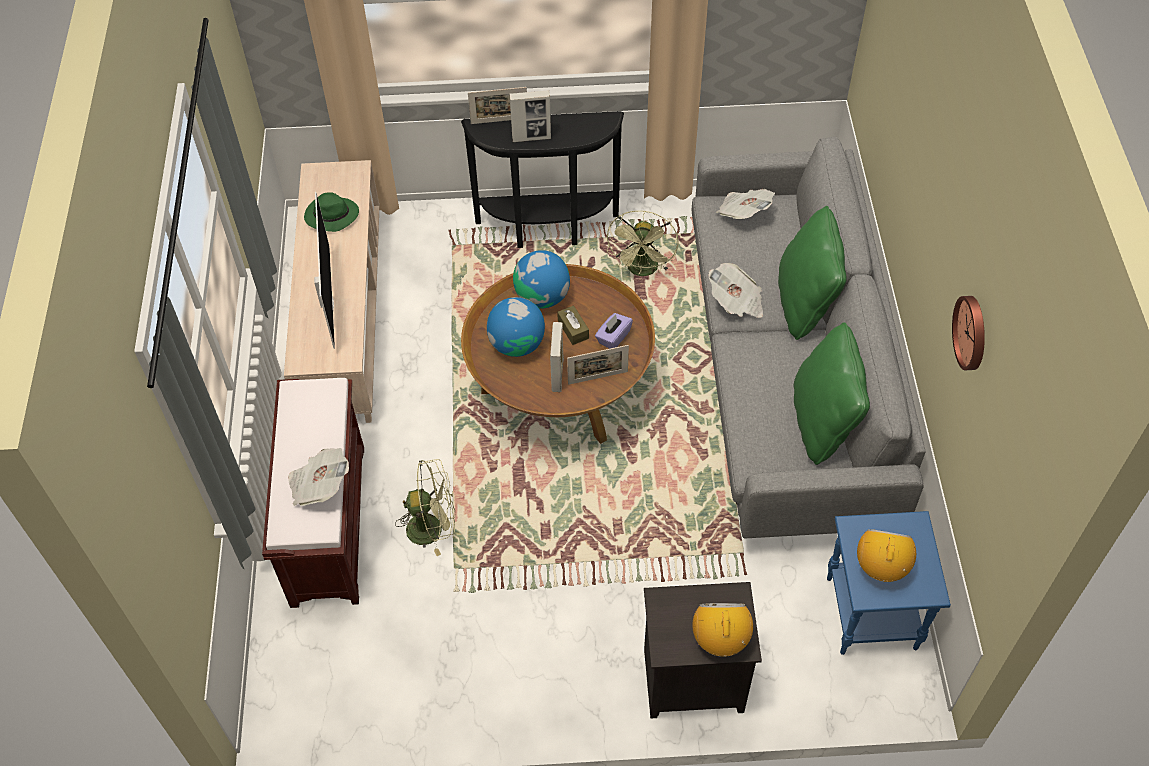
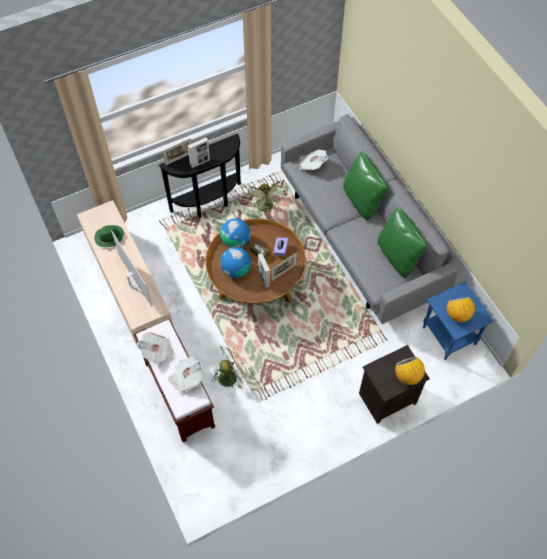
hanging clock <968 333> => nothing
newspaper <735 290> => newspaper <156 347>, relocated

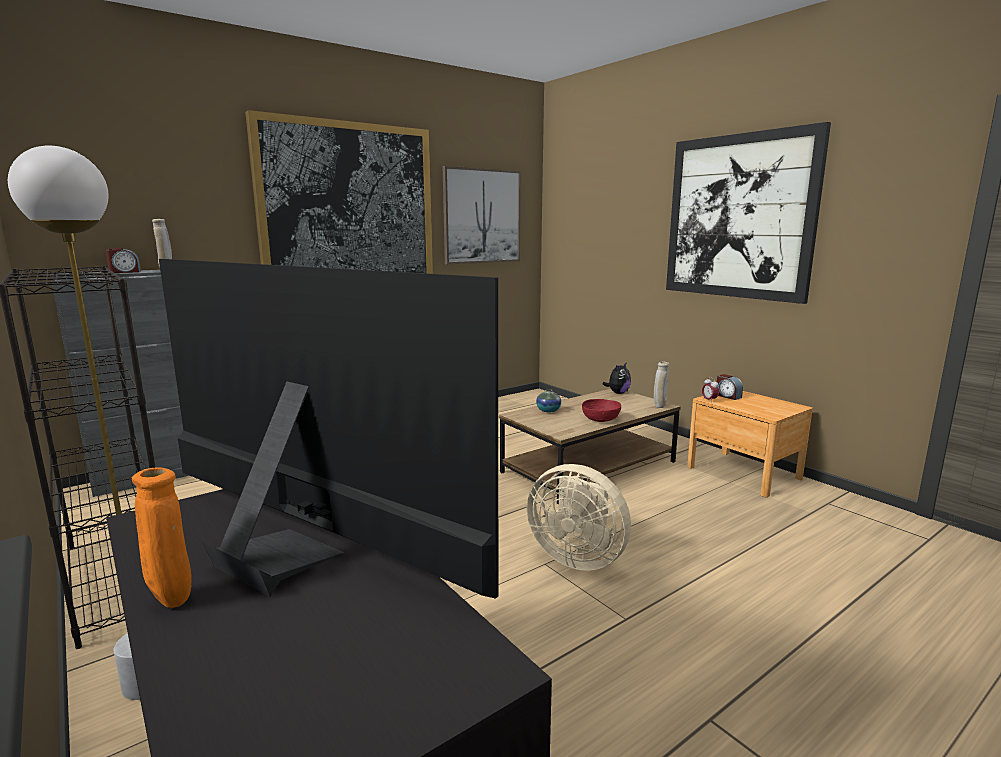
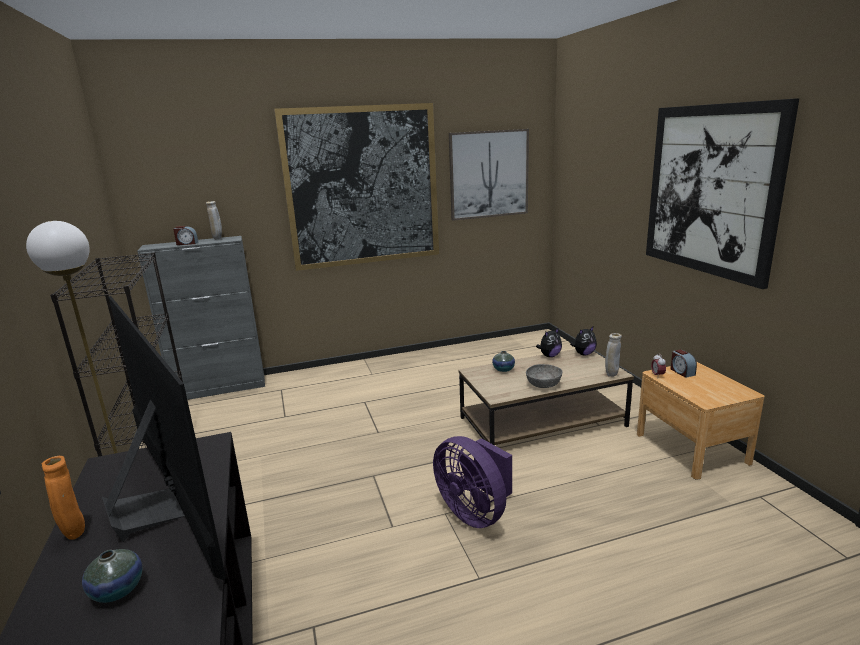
nothing => vase <112 576>
nothing => cuddly toy <549 342>
sand-coloured fan <579 517> => purplish fan <472 482>
reddish serving bowl <601 410> => gray serving bowl <544 376>

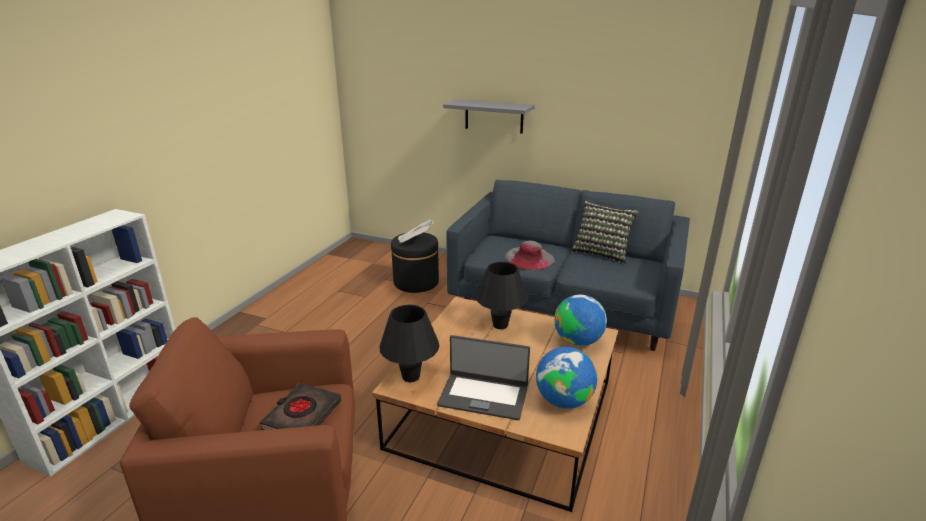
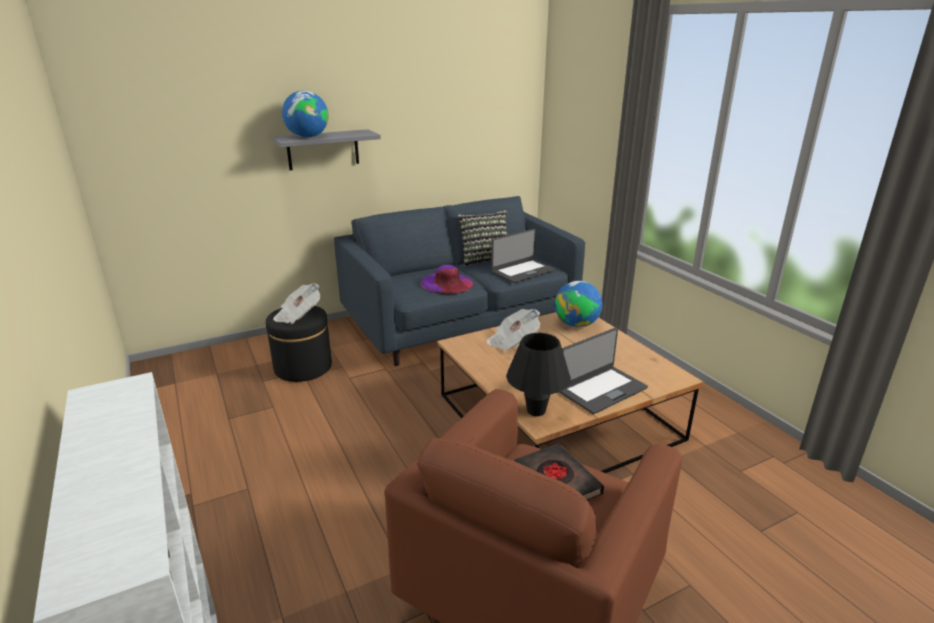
nothing => laptop <523 256>
desk globe <566 378> => desk globe <305 114>, relocated
black tabletop lamp <501 295> => newspaper <514 330>
gray hat <529 255> => purplish hat <446 279>

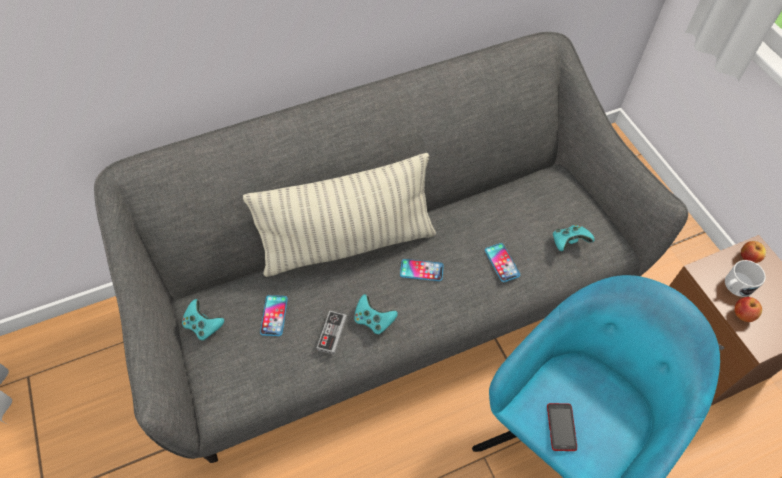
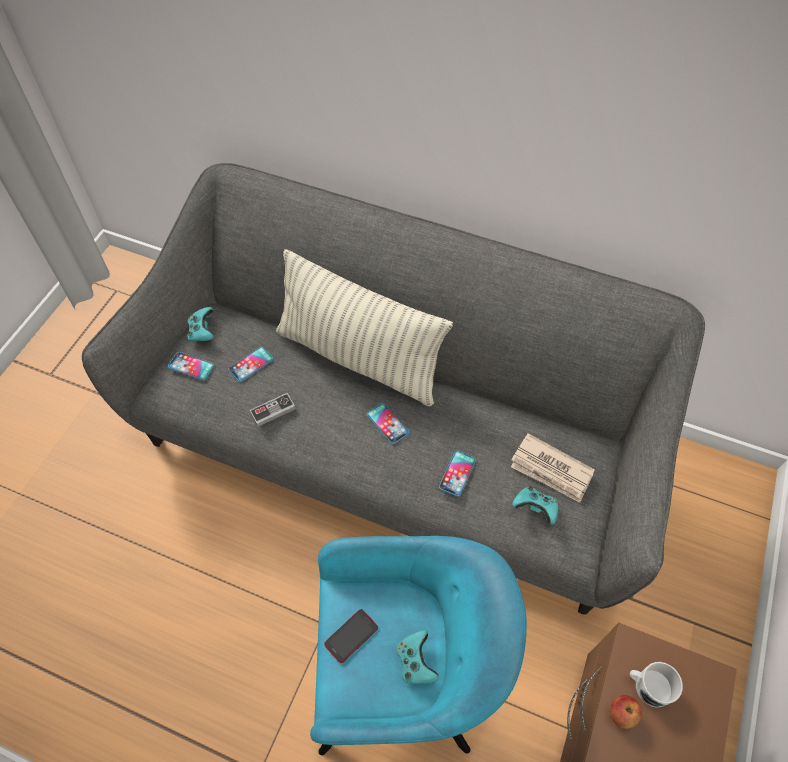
whole apple <753 252> => nothing
nothing => phone <191 366>
nothing => newspaper <553 468>
turquoise-coloured game controller <376 314> => turquoise-coloured game controller <417 657>, relocated

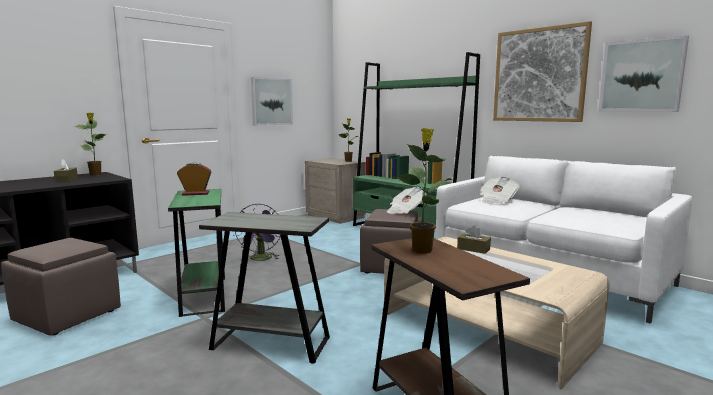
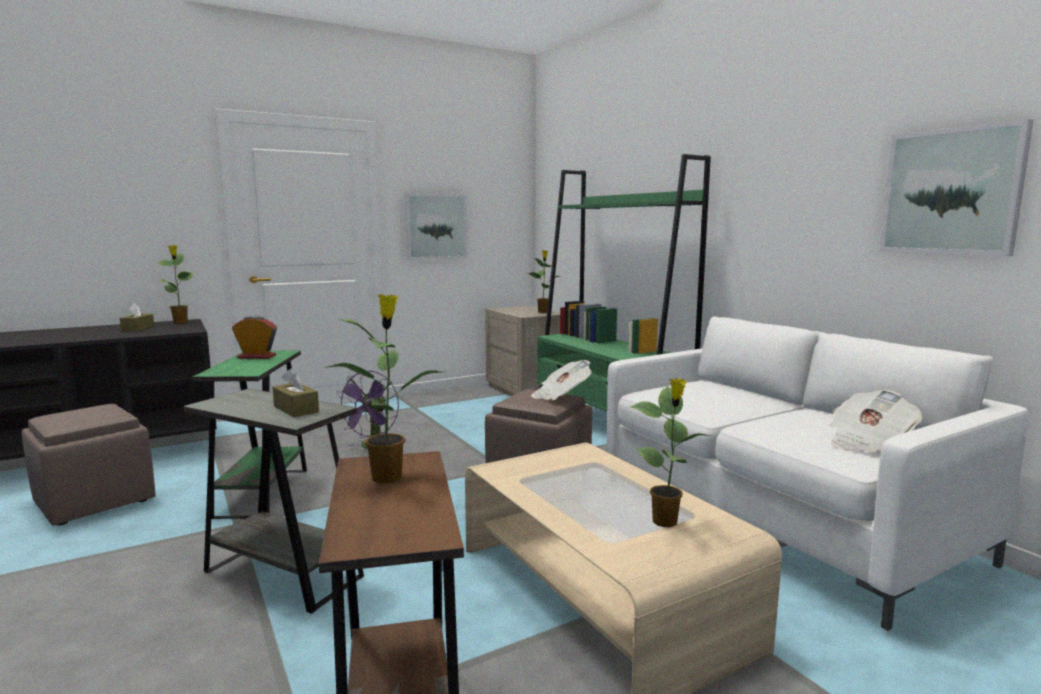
wall picture <542 71> => nothing
nothing => potted plant <670 452>
brown tissue box <474 240> => brown tissue box <295 393>, relocated
newspaper <500 190> => newspaper <875 421>, relocated

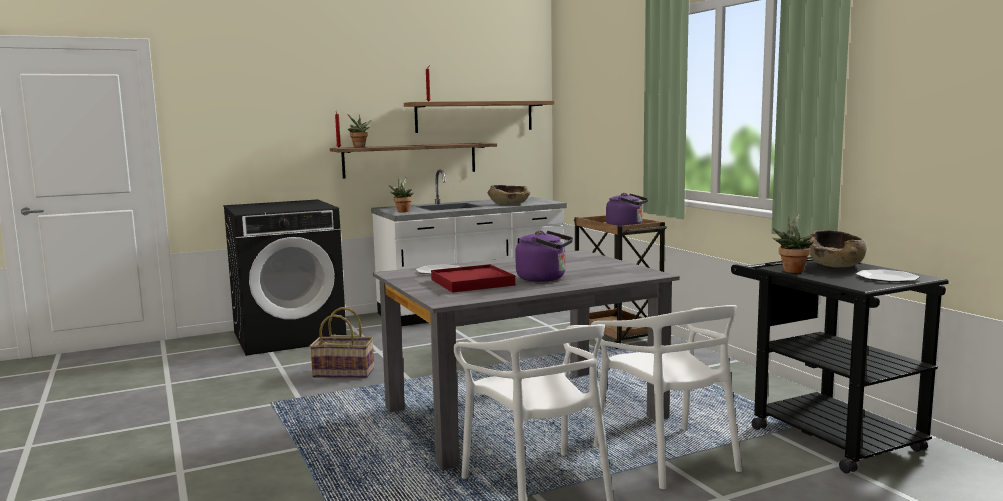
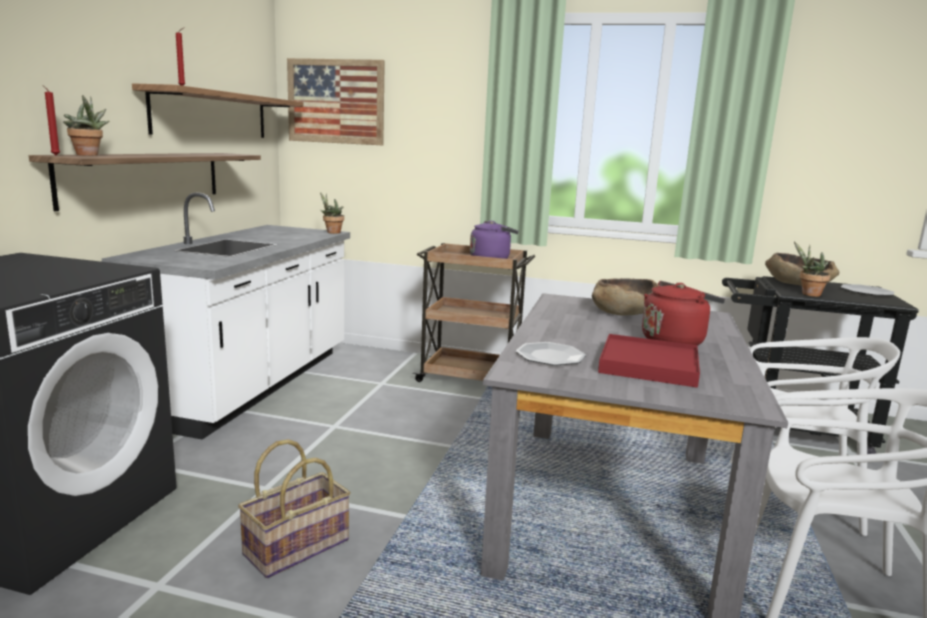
nothing => wall picture <336 101>
potted plant <401 194> => potted plant <332 213>, relocated
brown serving bowl <509 195> => brown serving bowl <625 296>, relocated
purplish water kettle <544 256> => reddish water kettle <683 313>

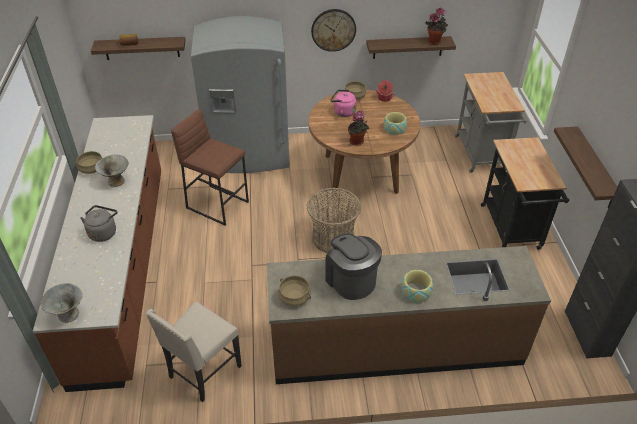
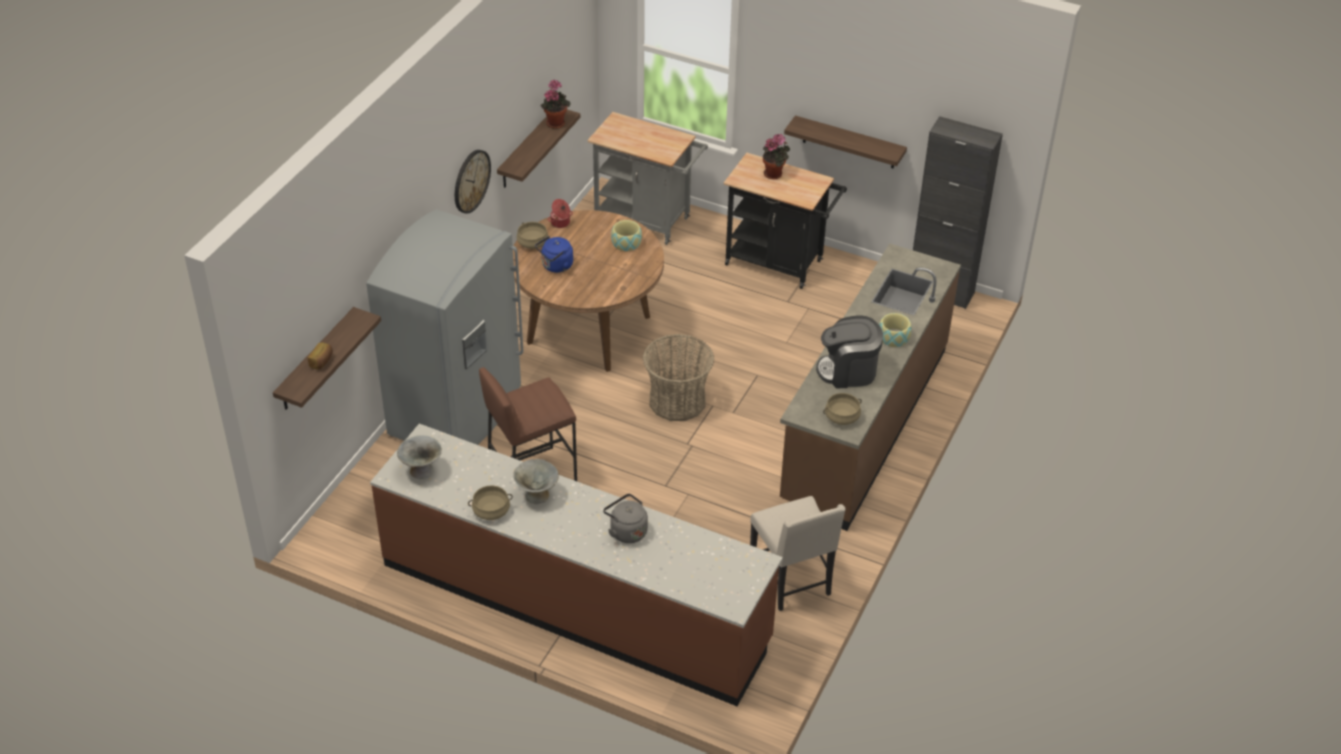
gray serving bowl <61 303> => gray serving bowl <419 457>, relocated
potted plant <358 127> => potted plant <776 156>, relocated
pink-coloured water kettle <343 103> => blue water kettle <554 254>

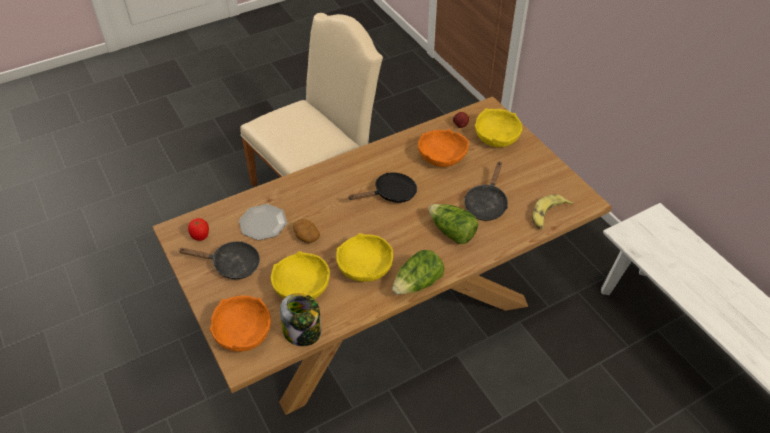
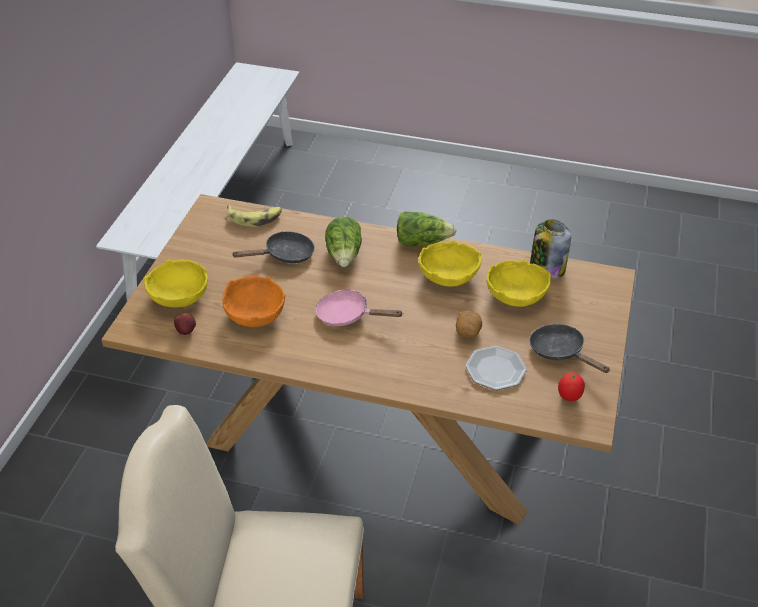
orangey serving bowl <240 323> => nothing
black pan <383 187> => pink-coloured pan <359 307>

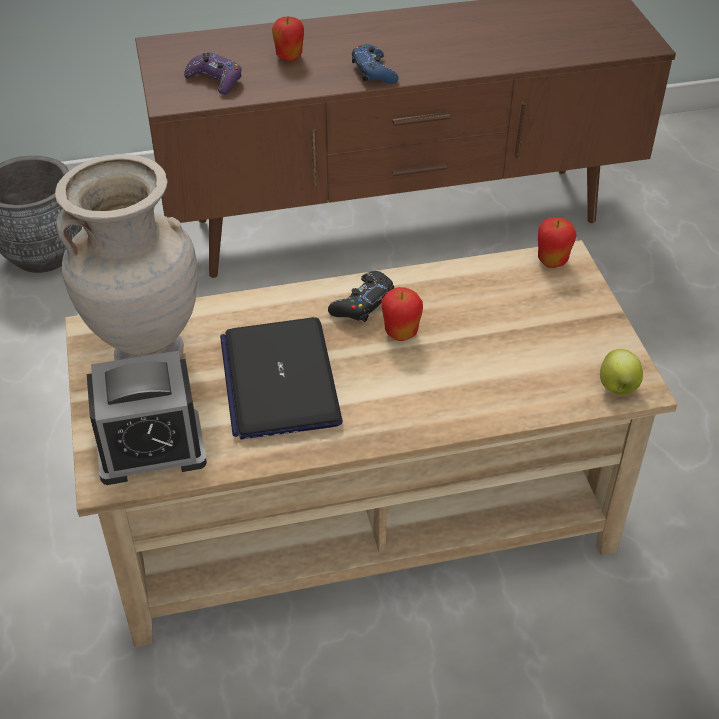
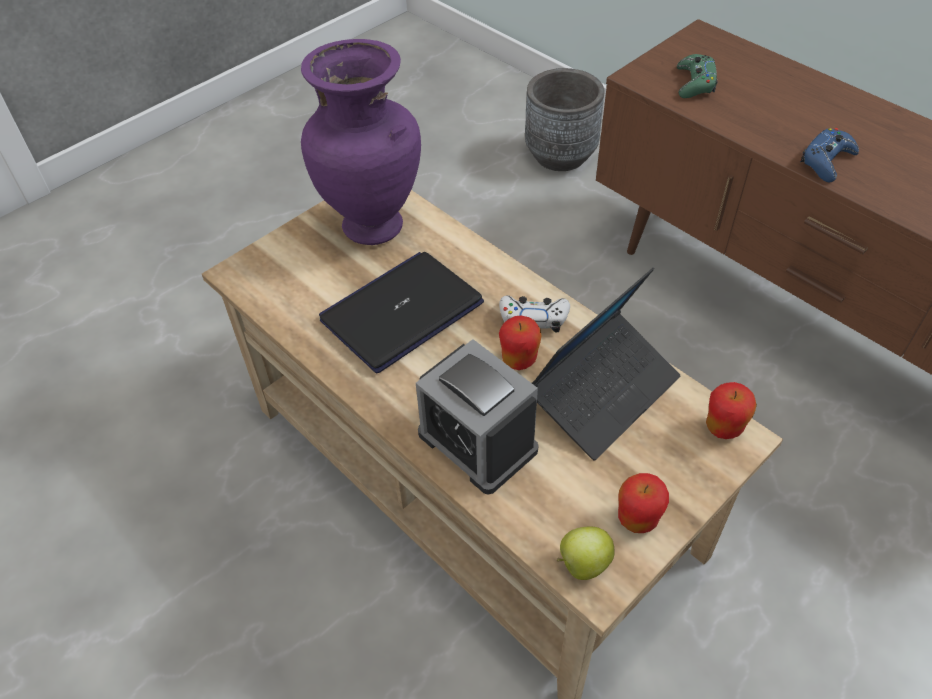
nothing => laptop <606 363>
table clock <147 418> => table clock <477 417>, relocated
whole apple <288 39> => whole apple <643 503>, relocated
sand-coloured vase <126 257> => purplish vase <361 142>
purplish game controller <213 73> => greenish game controller <697 76>
black game controller <361 296> => white-coloured game controller <534 313>

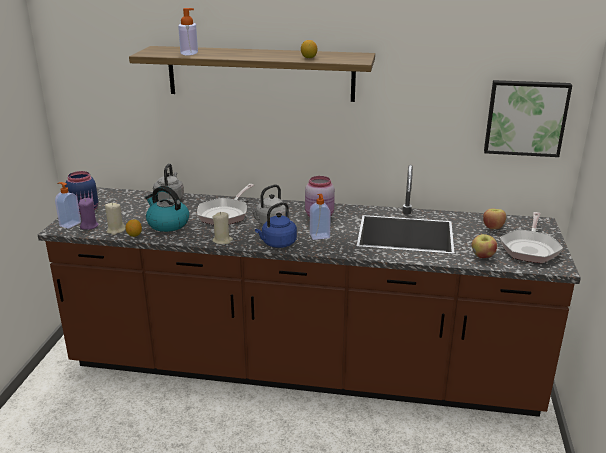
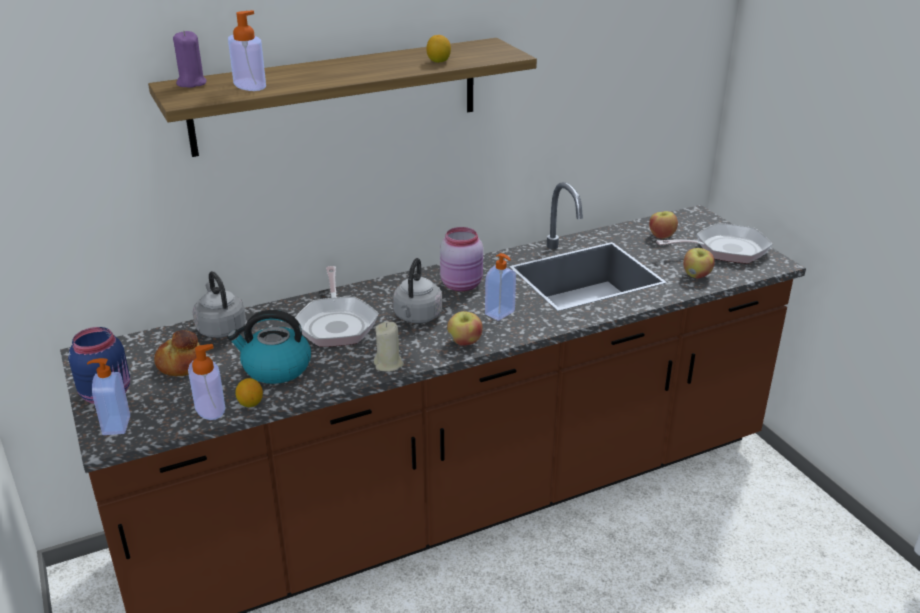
wall picture <528 118> => nothing
nothing => baked bread <177 353>
purplish wax light <89 214> => purplish wax light <190 59>, relocated
sand-coloured wax light <115 219> => soap bottle <206 382>
blue water kettle <276 225> => whole apple <465 328>
pan <531 237> => pan <714 243>, 90 degrees counterclockwise

